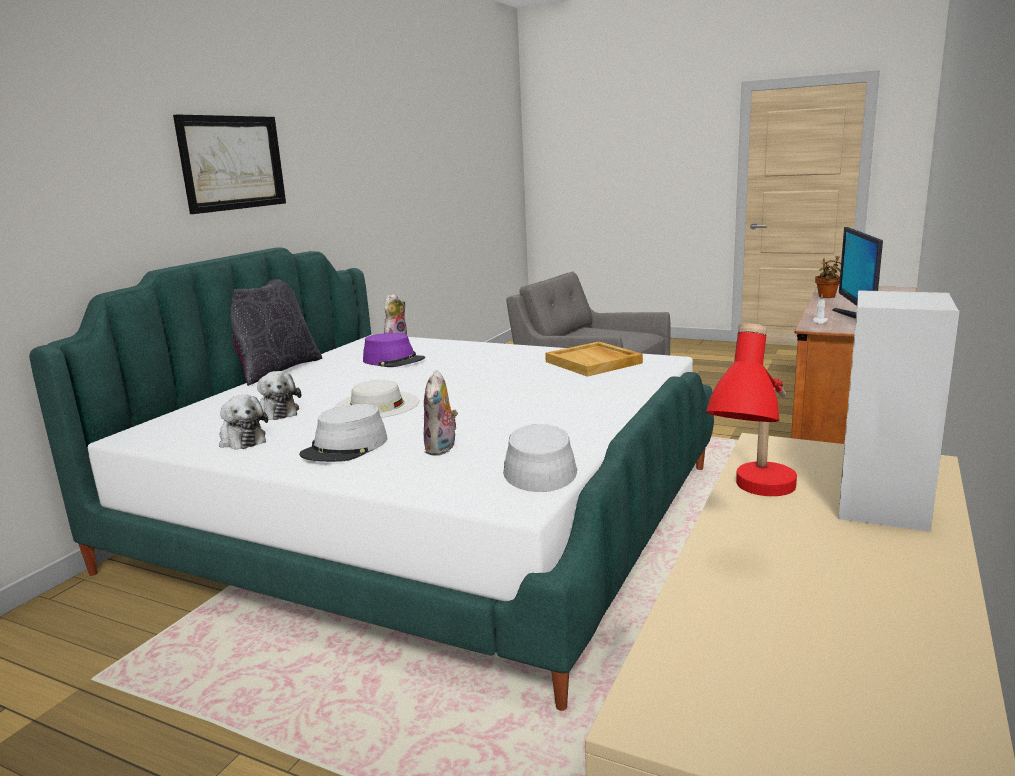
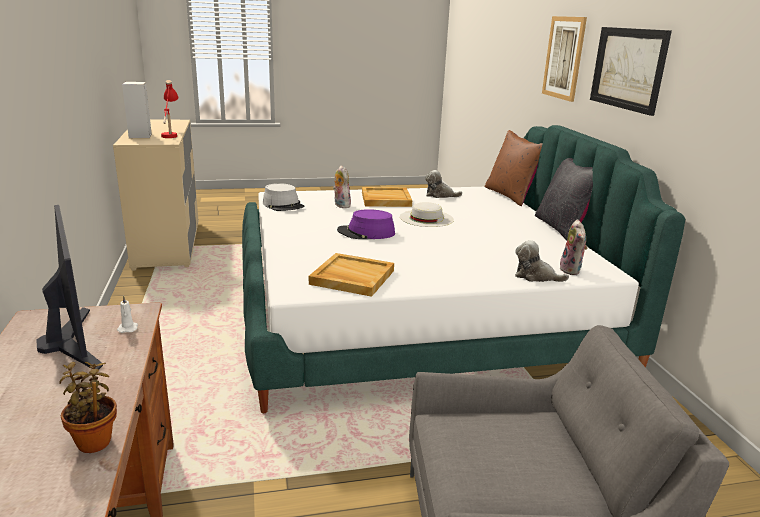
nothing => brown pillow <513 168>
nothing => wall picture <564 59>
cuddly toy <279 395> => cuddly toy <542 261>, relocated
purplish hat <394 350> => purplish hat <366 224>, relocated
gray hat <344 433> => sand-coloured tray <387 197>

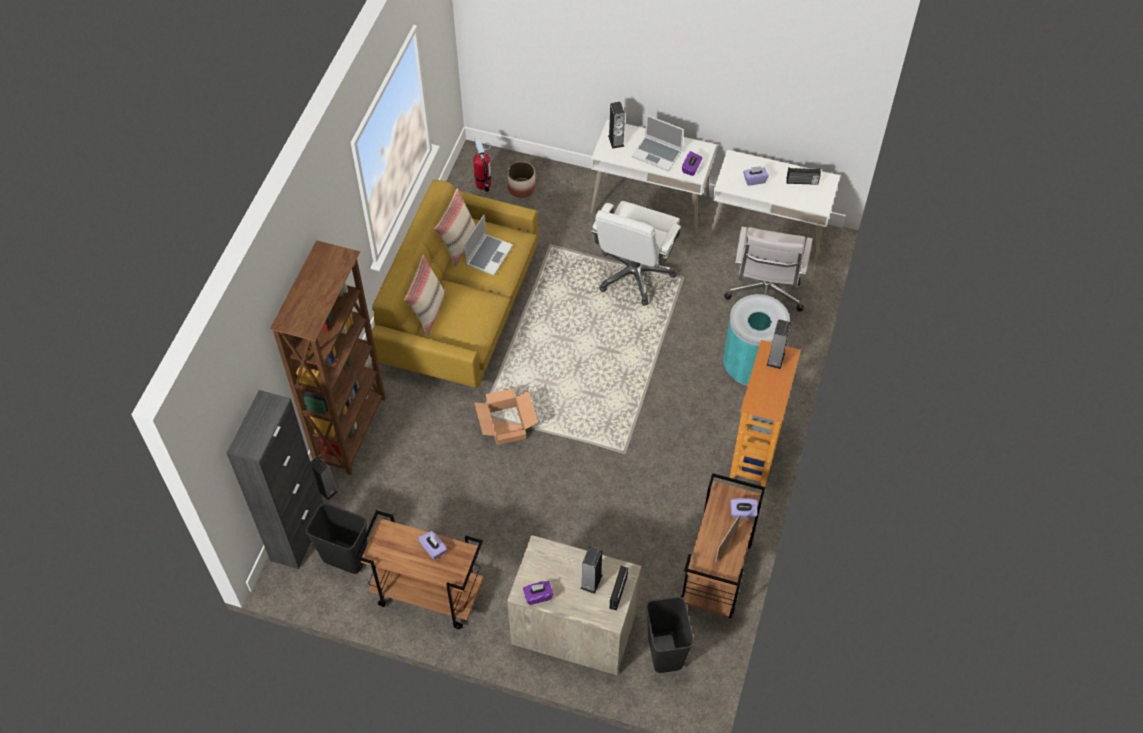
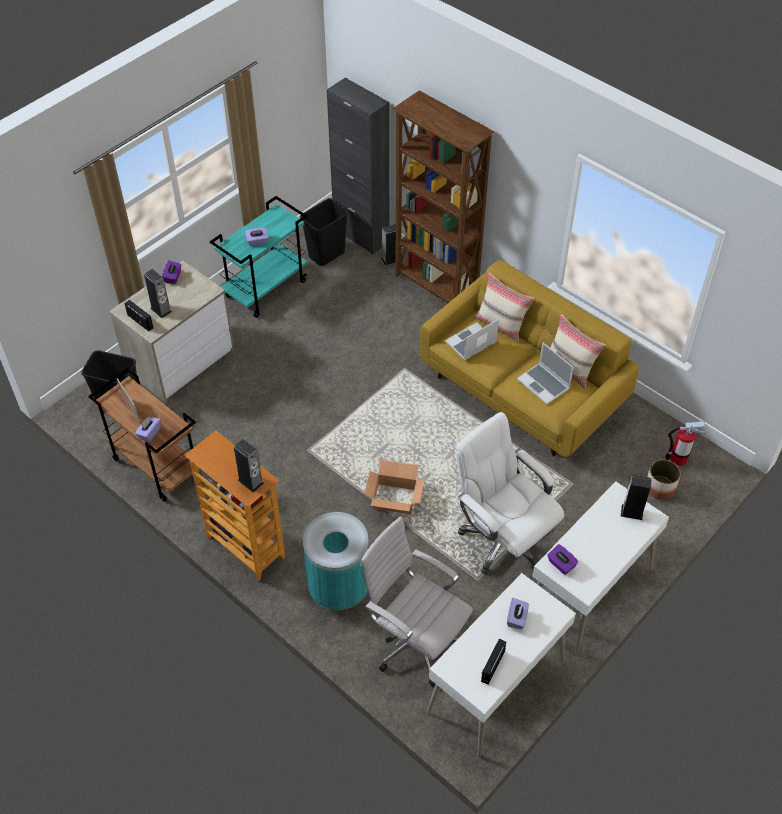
carton <506 416> => carton <395 487>, relocated
laptop <658 143> => laptop <472 339>, relocated
brown cart <419 569> => turquoise-coloured cart <258 257>

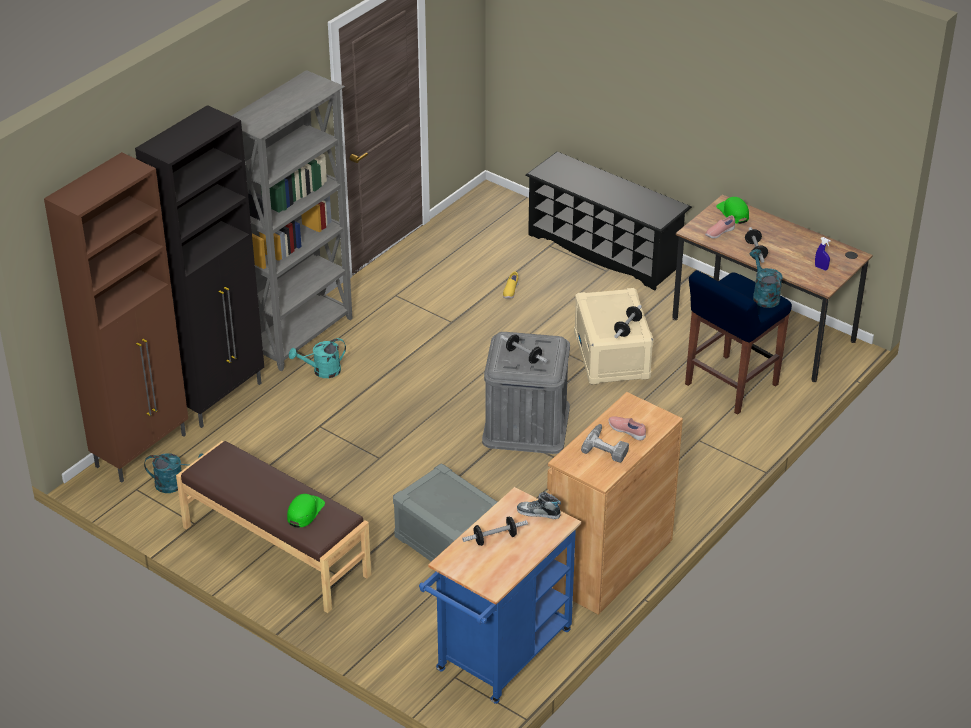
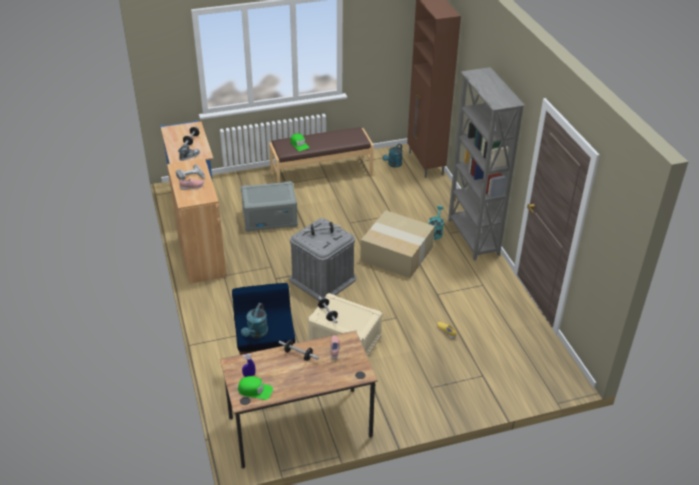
black cupboard <199 266> => nothing
black shoe stand <608 220> => nothing
nothing => carton <397 244>
greenish peaked cap <732 210> => greenish peaked cap <255 388>, relocated
turquoise-coloured watering can <766 278> => turquoise-coloured watering can <254 321>, 90 degrees clockwise

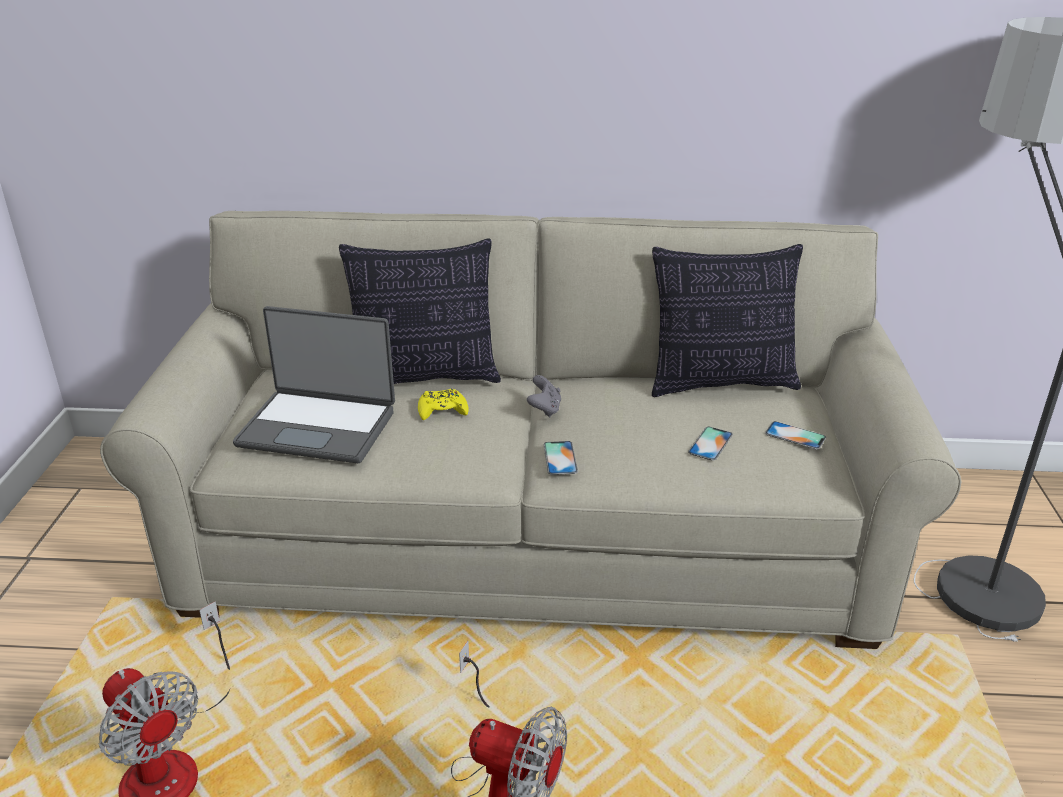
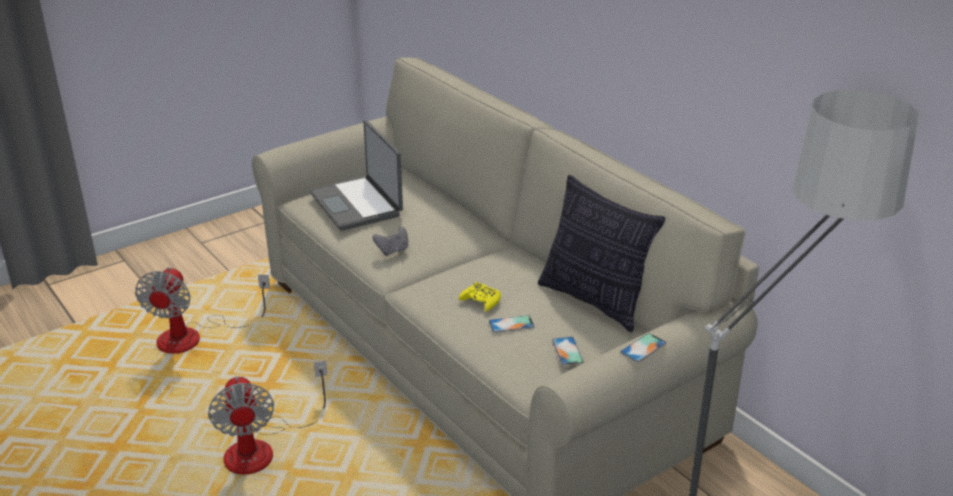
pillow <420 311> => nothing
yellowish game controller <443 404> => yellowish game controller <480 297>, relocated
gray game controller <544 396> => gray game controller <390 241>, relocated
phone <561 458> => phone <643 347>, relocated

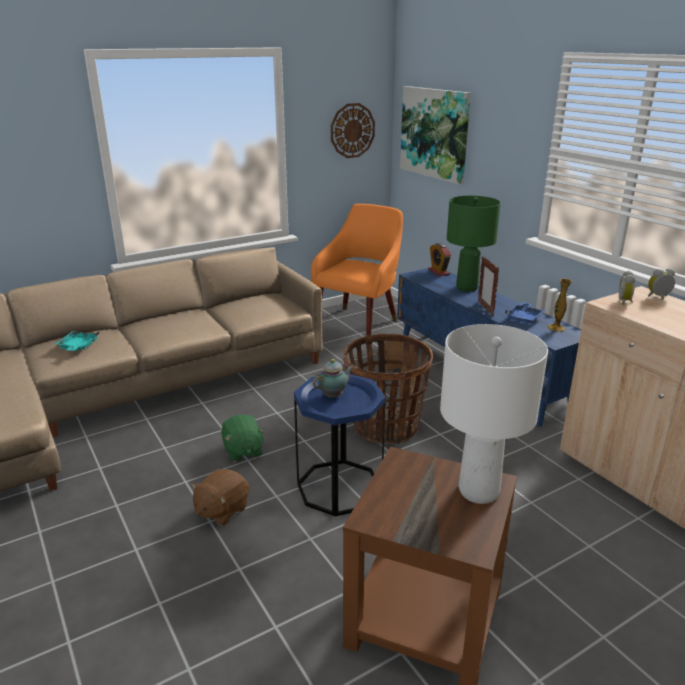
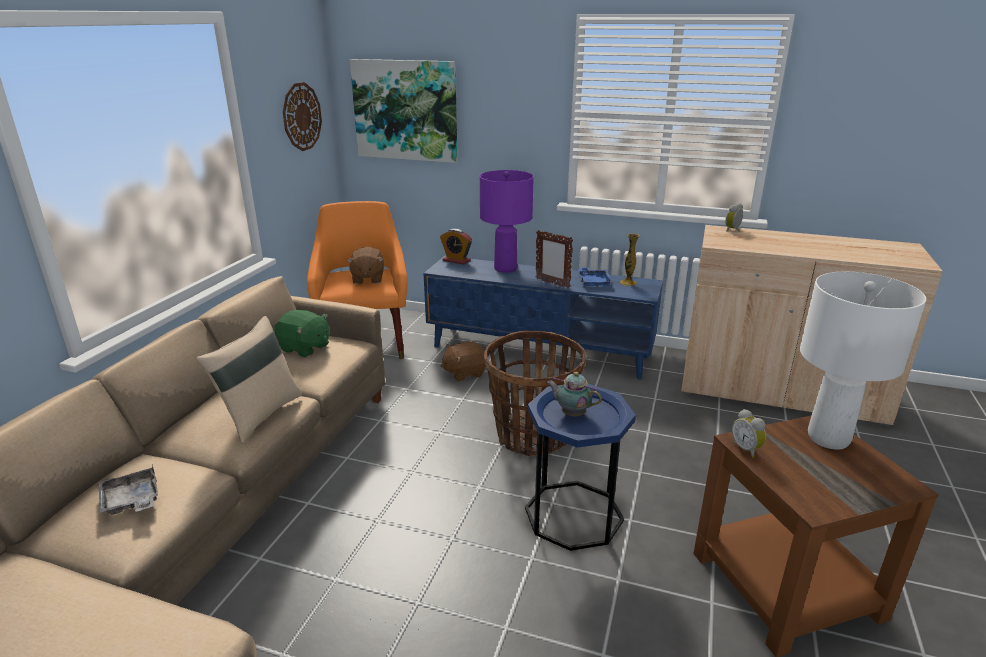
nothing => sand-coloured pillow <249 380>
brown cuddly toy <220 497> => brown cuddly toy <365 265>, relocated
greenish cuddly toy <243 438> => greenish cuddly toy <301 333>, relocated
table clock <627 287> => table clock <749 433>, relocated
turquoise-coloured tray <77 341> => gray tray <128 489>
greenish tabletop lamp <474 244> => purplish tabletop lamp <507 221>
teapot <333 378> => teapot <574 394>, 75 degrees counterclockwise

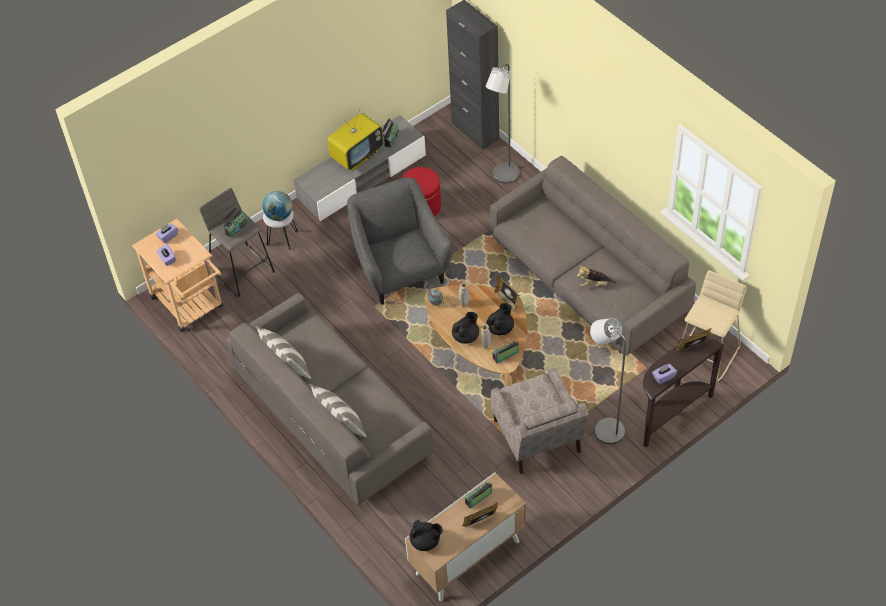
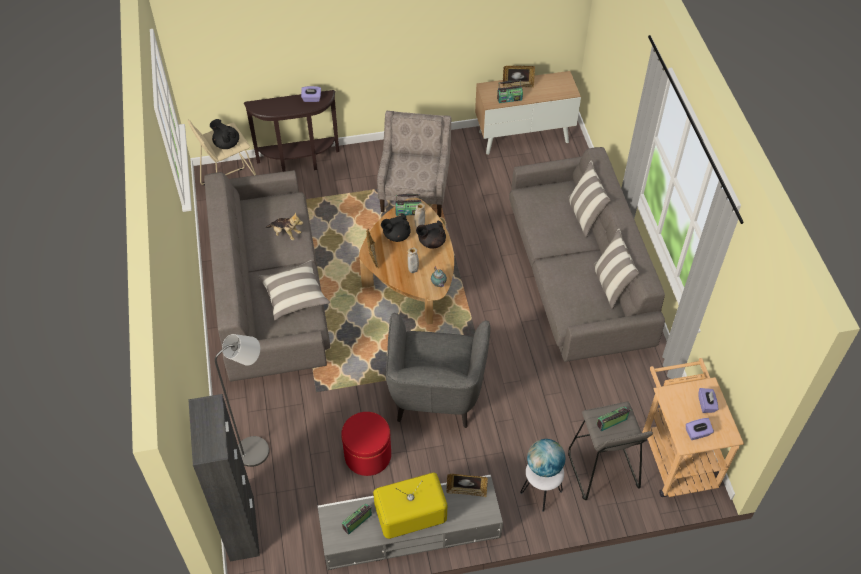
gray floor lamp <608 381> => nothing
nothing => pillow <294 290>
black teapot <426 535> => black teapot <224 134>, relocated
photo frame <693 339> => photo frame <467 485>, relocated

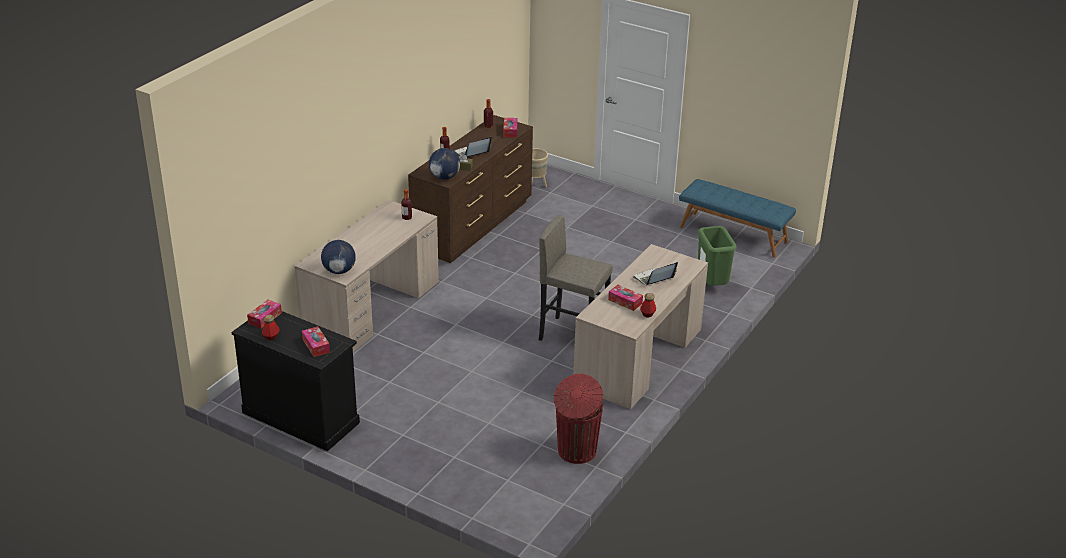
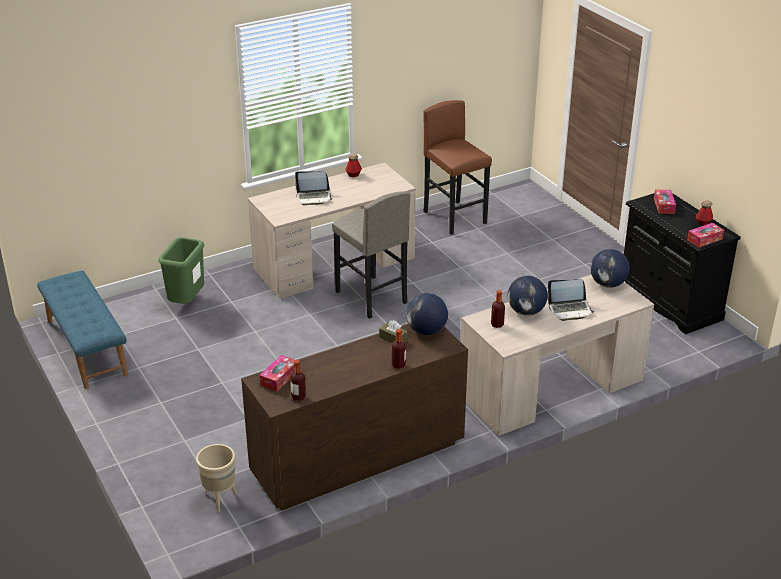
tissue box <625 298> => nothing
nothing => desk globe <528 296>
laptop <473 147> => laptop <570 300>, relocated
reddish waste bin <578 419> => brown stool seat <457 167>

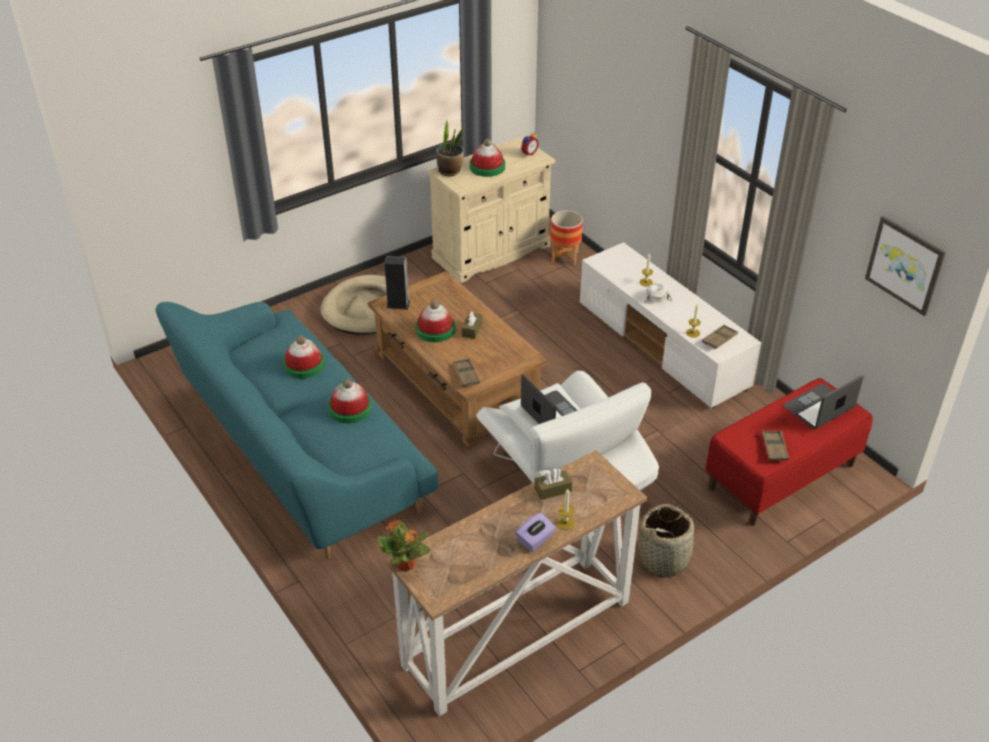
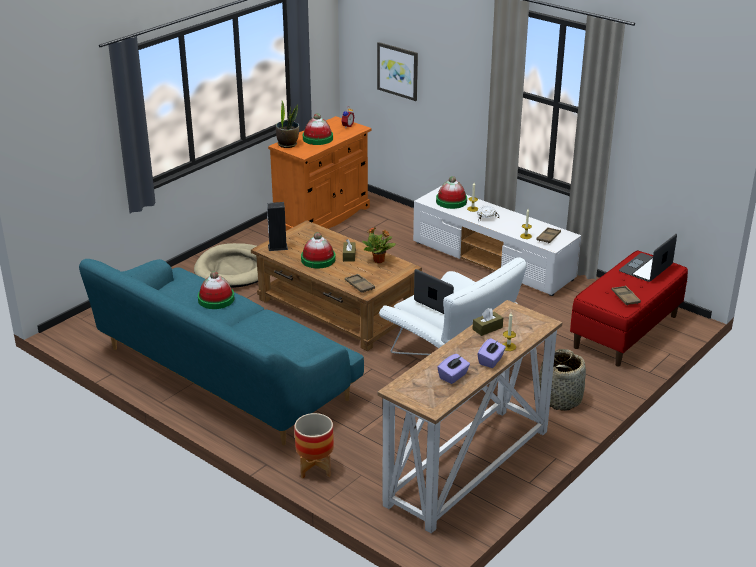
nothing => purplish tissue box <453 369>
hat <350 401> => hat <451 192>, relocated
potted plant <404 546> => potted plant <379 245>, relocated
planter <566 237> => planter <314 446>, relocated
wall picture <905 266> => wall picture <397 71>, relocated
sand-coloured cupboard <491 210> => orangey cupboard <319 173>

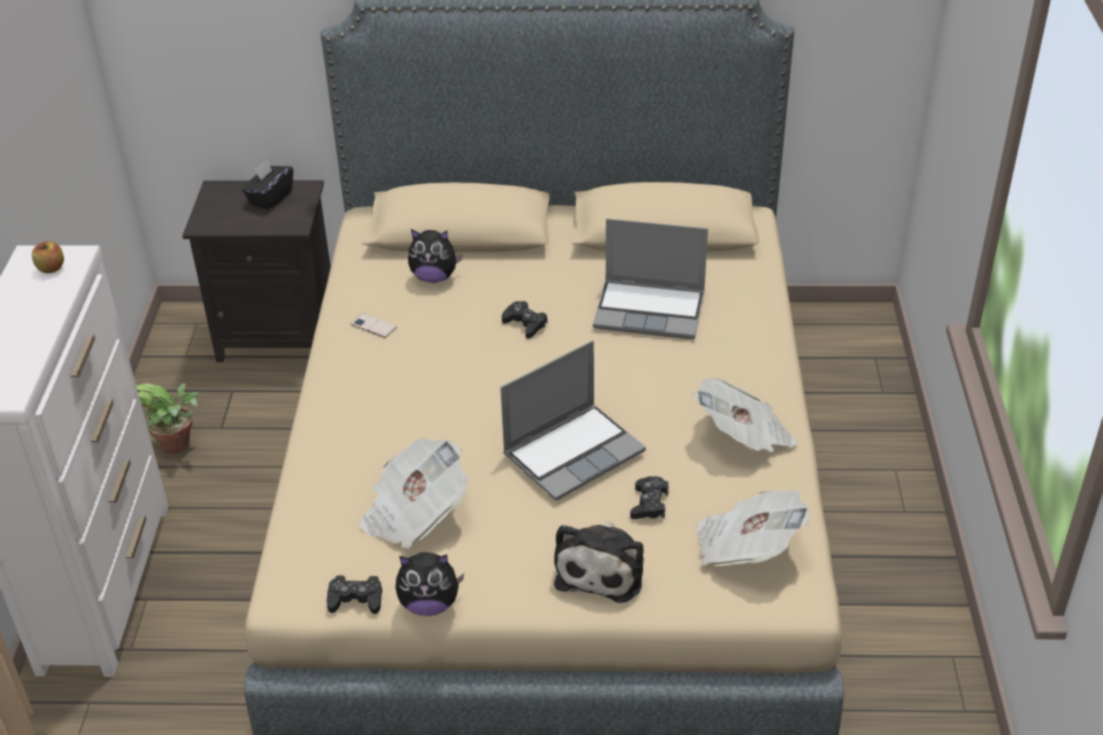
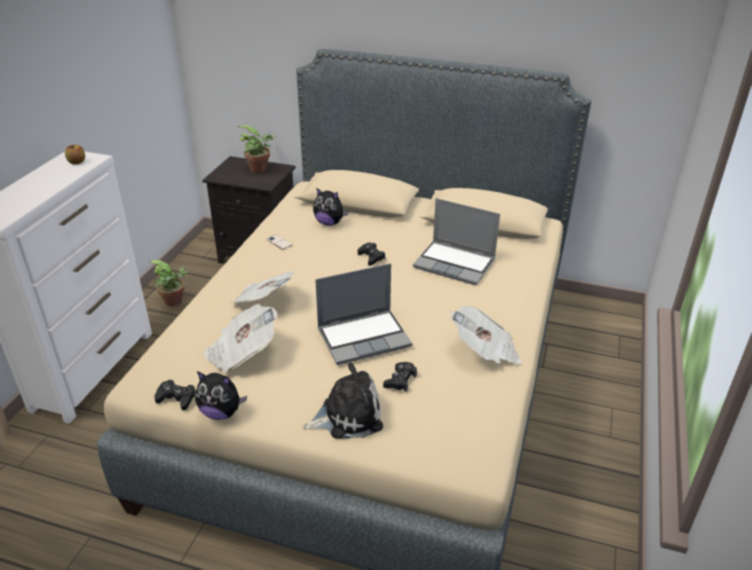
newspaper <753 528> => newspaper <263 287>, relocated
black tissue box <267 184> => potted plant <257 149>
cuddly toy <599 562> => cuddly toy <343 400>, 135 degrees counterclockwise

